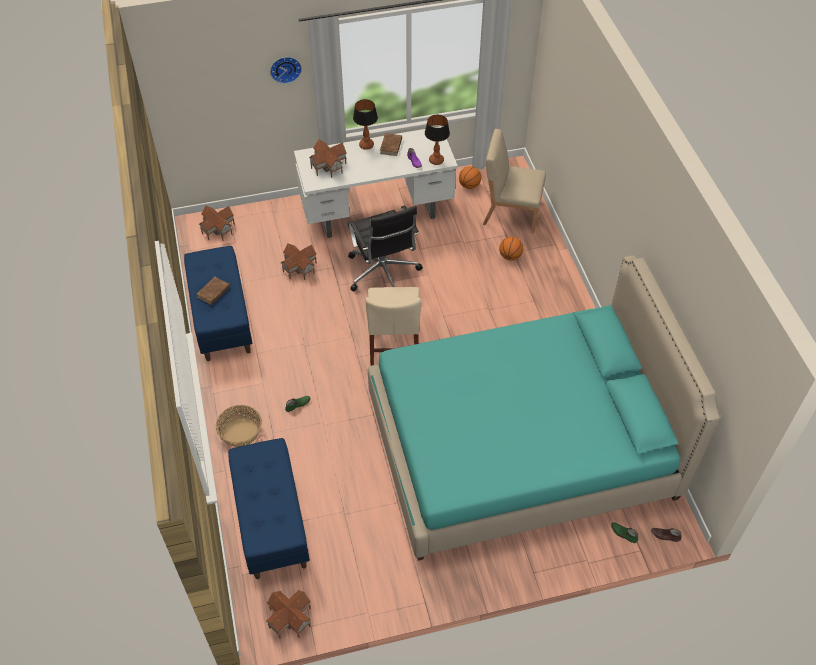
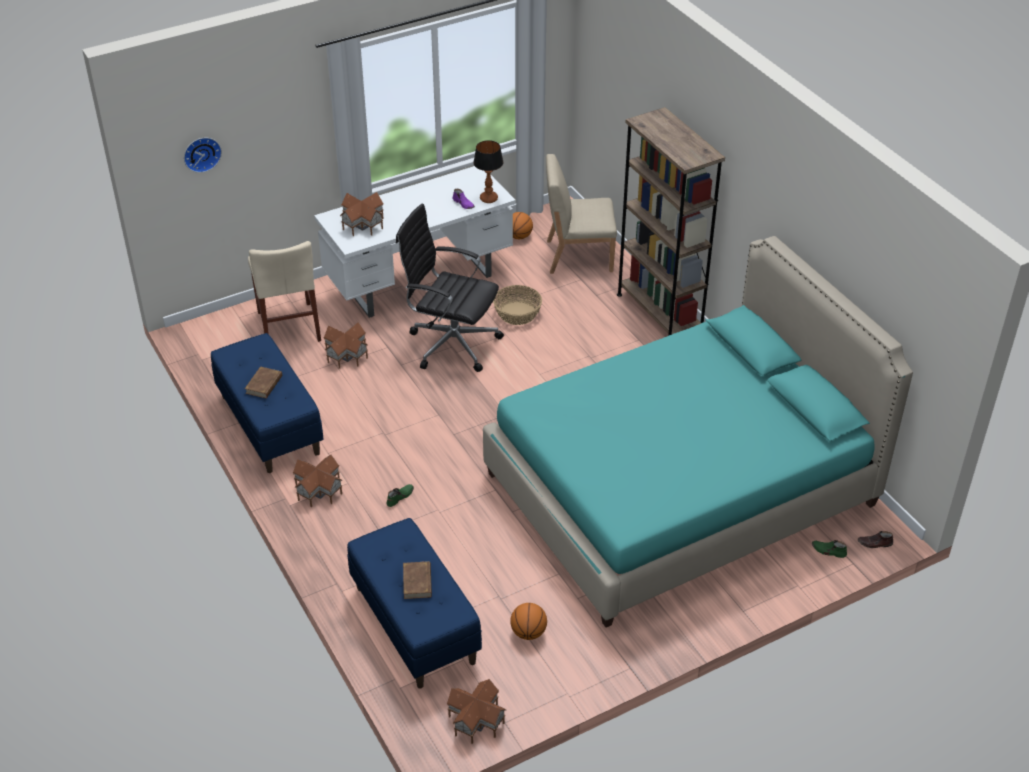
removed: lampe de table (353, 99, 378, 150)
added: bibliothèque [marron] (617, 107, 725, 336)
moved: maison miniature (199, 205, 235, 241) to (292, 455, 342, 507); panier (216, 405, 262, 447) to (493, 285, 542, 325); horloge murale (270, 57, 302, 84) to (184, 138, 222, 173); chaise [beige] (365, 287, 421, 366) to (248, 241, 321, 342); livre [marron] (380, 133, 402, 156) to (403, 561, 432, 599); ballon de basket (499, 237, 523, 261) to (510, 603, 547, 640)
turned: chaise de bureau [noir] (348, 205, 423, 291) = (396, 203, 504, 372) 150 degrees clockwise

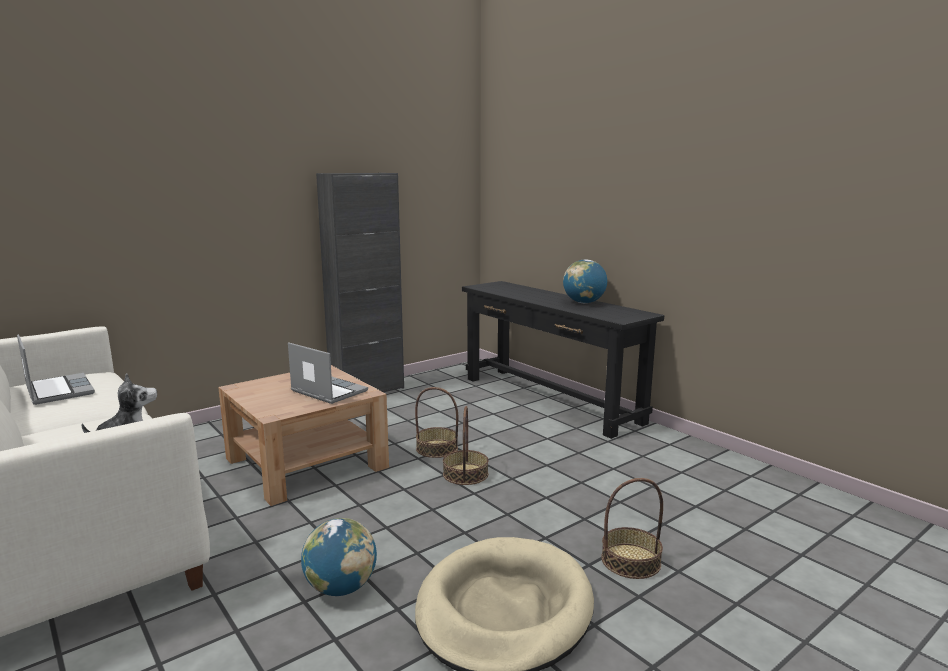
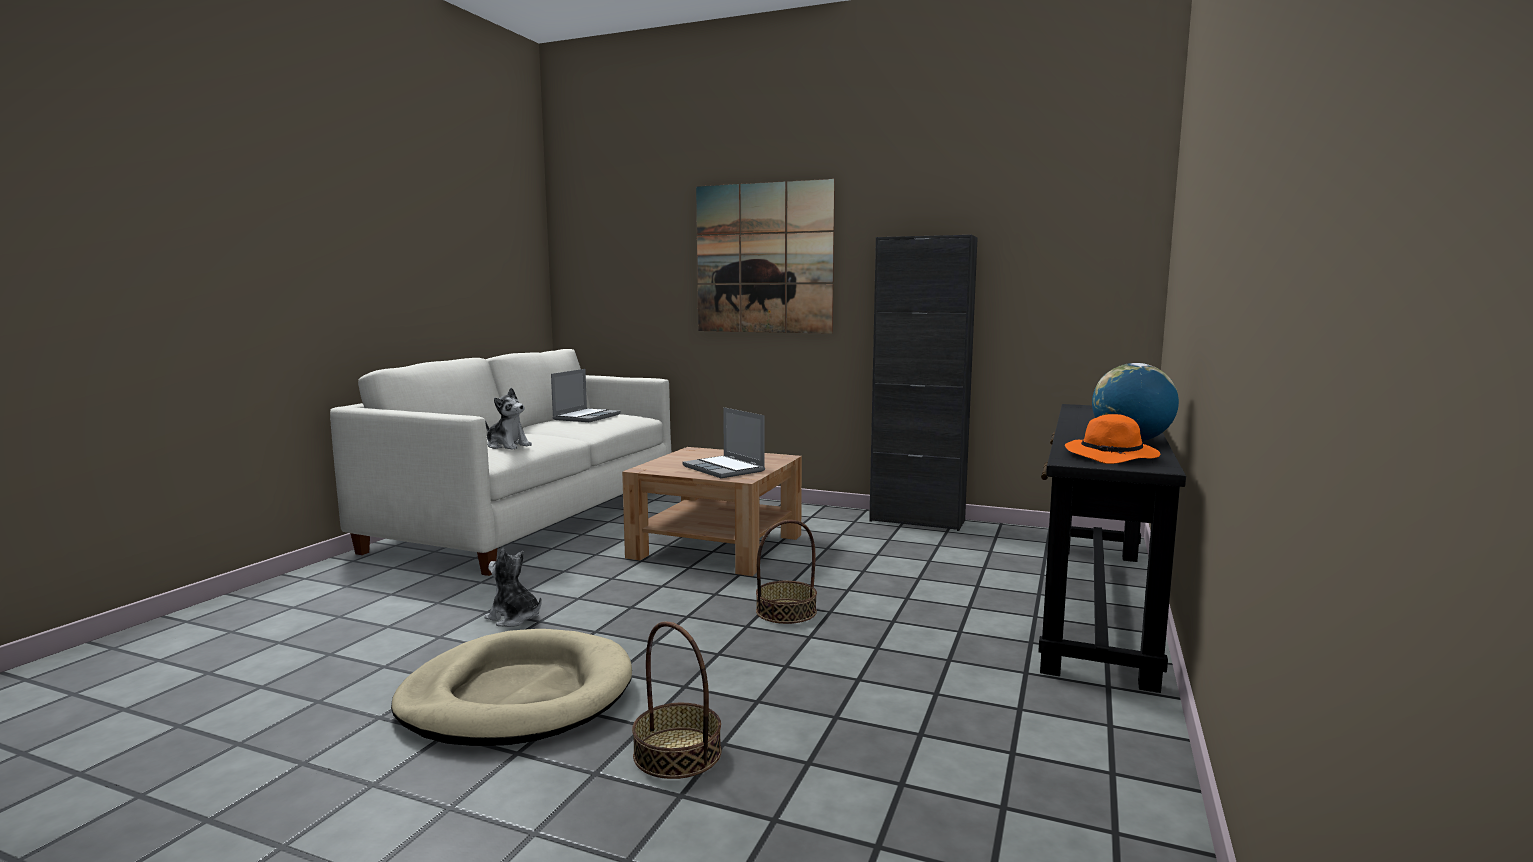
removed: panier (415, 387, 458, 458)
added: tableau (696, 179, 835, 334); chapeau [orange] (1065, 414, 1160, 464)
replaced: globe (301, 518, 377, 596) to peluche (485, 549, 542, 627)
turned: ordinateur portable (288, 342, 368, 404) = (683, 407, 765, 478) 135 degrees clockwise

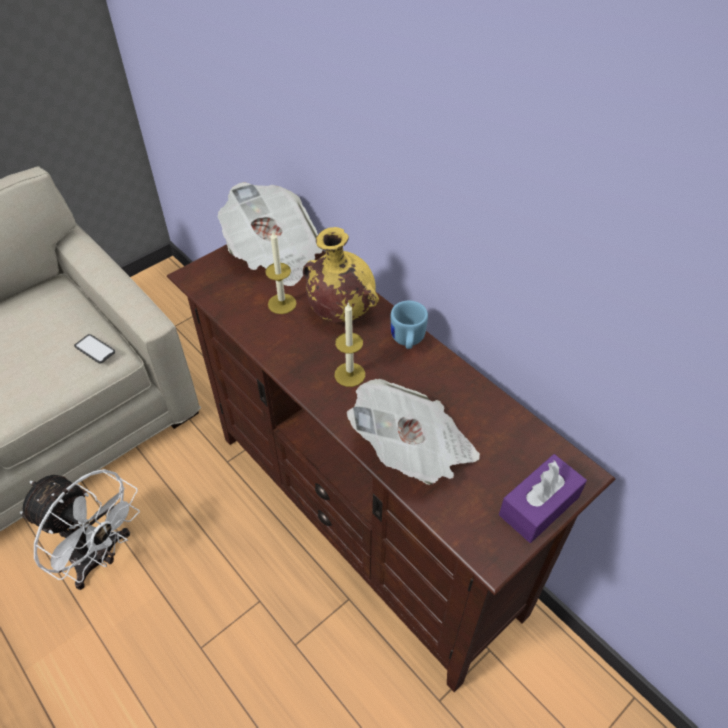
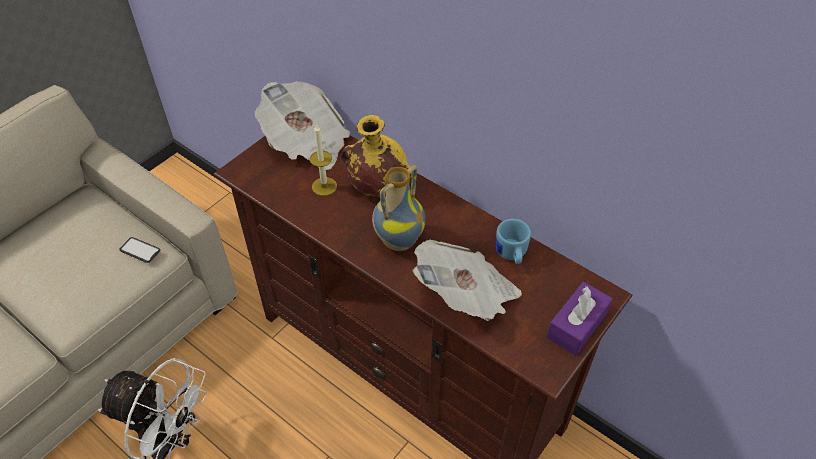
moved: mug [bleu] (391, 301, 428, 349) to (496, 219, 531, 264)
replaced: bougie (335, 303, 365, 387) to vase (372, 165, 426, 251)

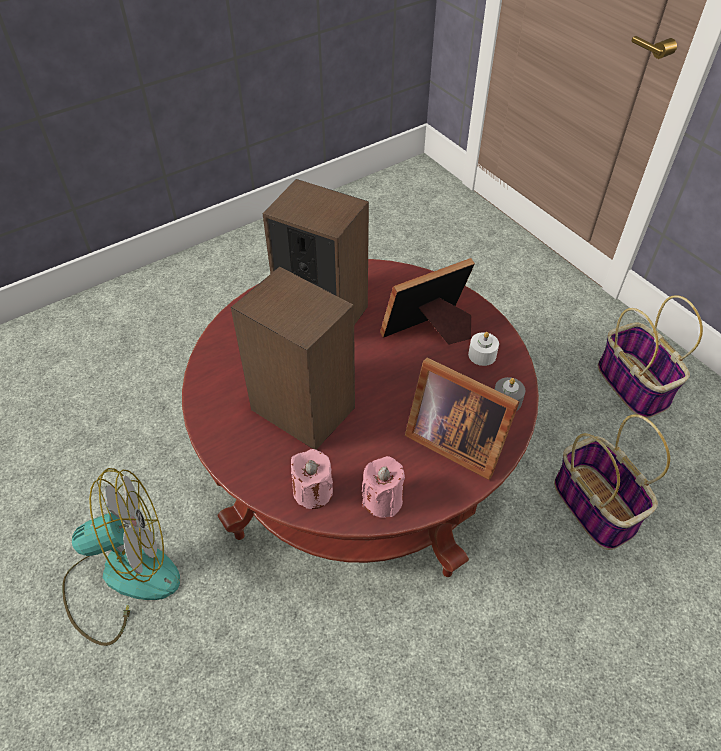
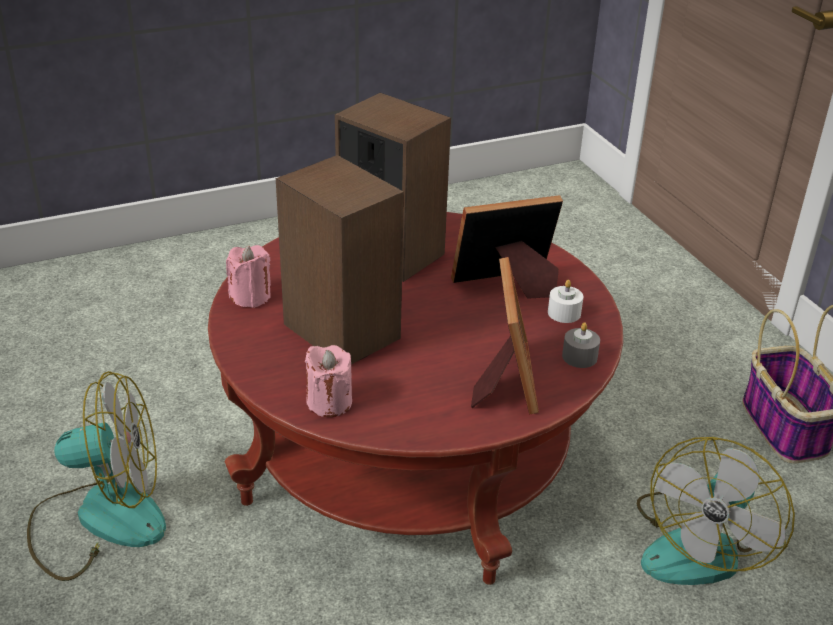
moved: bougie [rose] (362, 456, 405, 518) to (226, 245, 271, 308)
replaced: panier (554, 414, 670, 550) to ventilateur (637, 437, 795, 585)
turned: cadre photo (405, 358, 519, 480) = (471, 257, 539, 414) 135 degrees counterclockwise

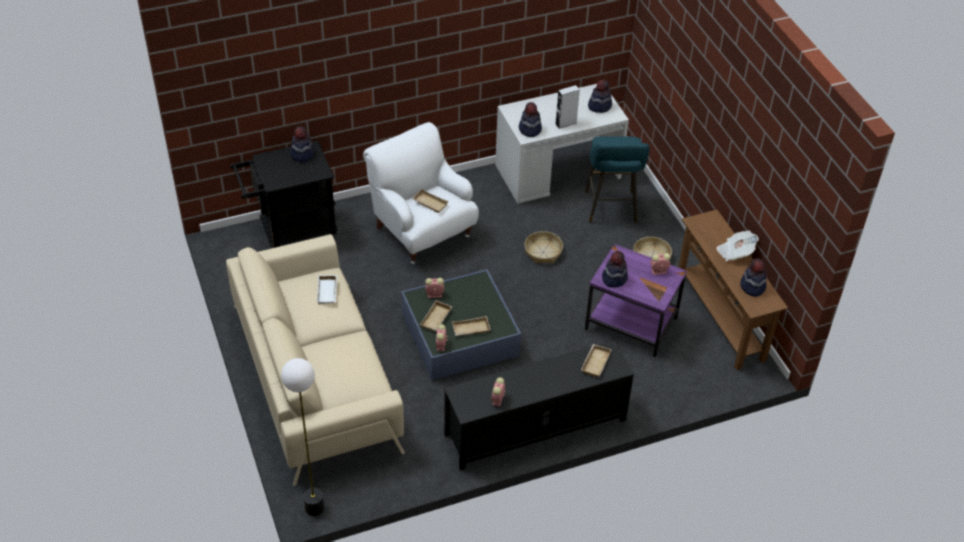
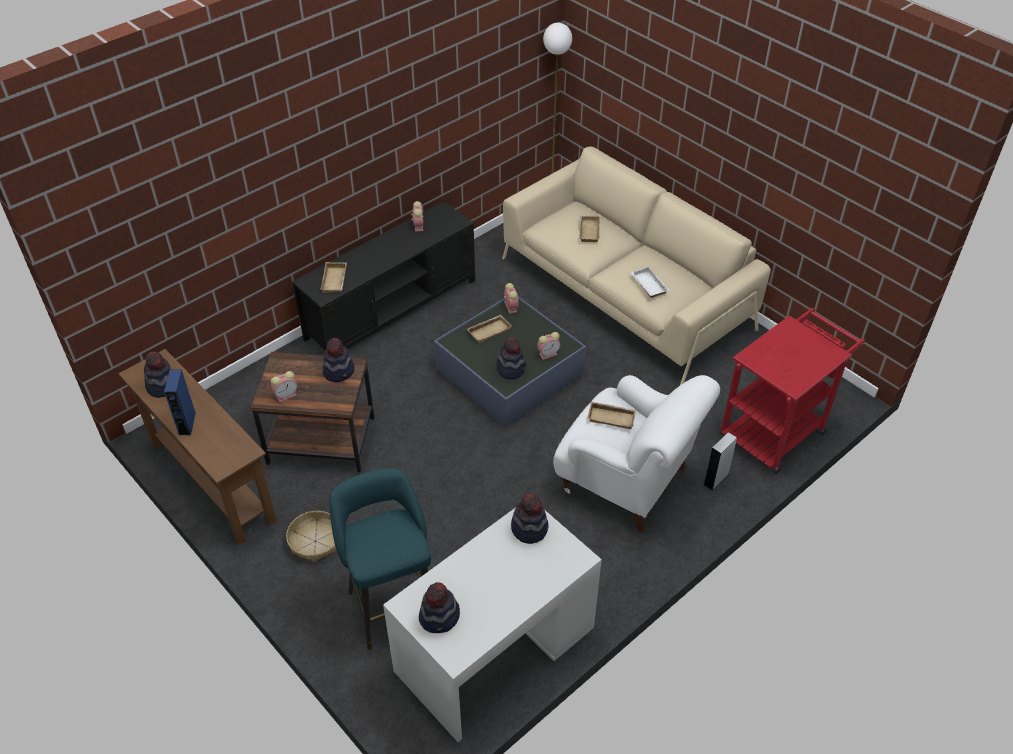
removed: panier (525, 231, 563, 264)
moved: chapeau (290, 126, 314, 162) to (496, 337, 526, 379); plateau [beige] (420, 300, 452, 331) to (579, 216, 600, 242); enceinte [gris] (555, 85, 580, 129) to (704, 432, 737, 491)
replaced: journal (716, 230, 759, 261) to enceinte [bleu] (164, 369, 196, 436)
recoloured: chariot [noir] (230, 141, 338, 248) to chariot [rouge] (720, 308, 865, 474); table d'appoint [violet] (585, 244, 687, 357) to table d'appoint [marron] (251, 352, 374, 472)

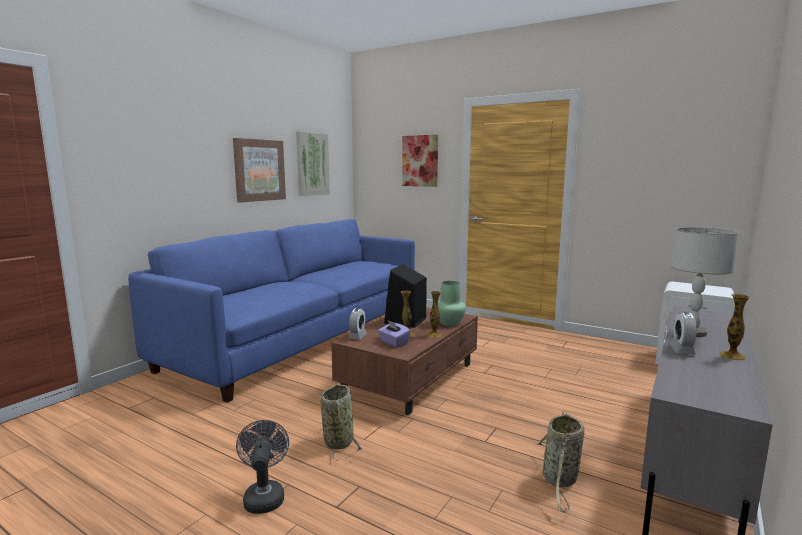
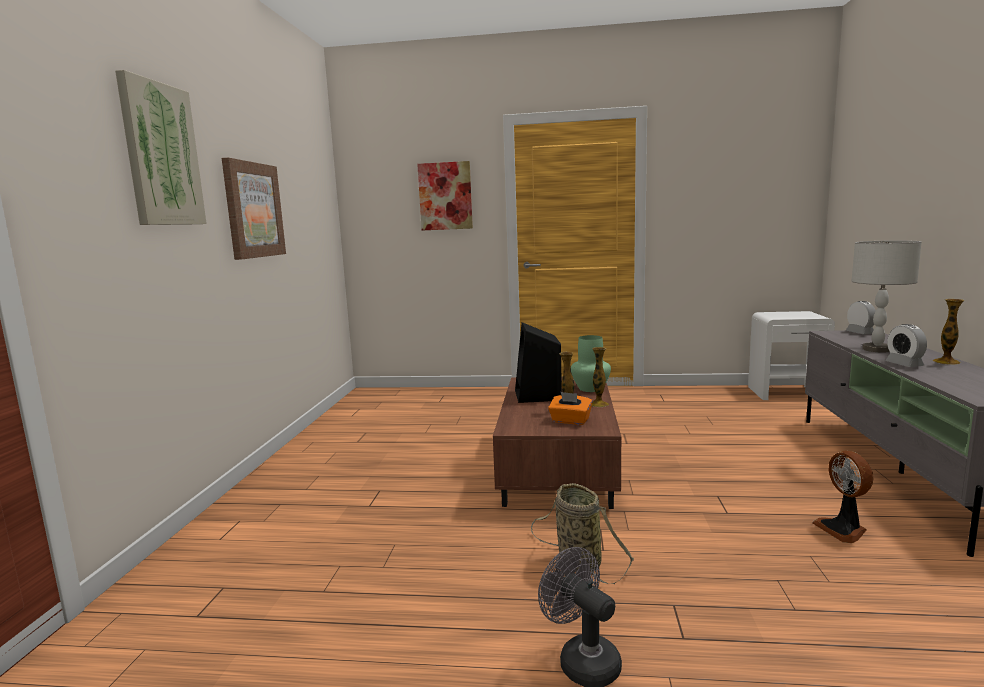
removed: canapé [bleu] (128, 219, 415, 403)
moved: tableau (296, 131, 330, 196) to (115, 70, 207, 225); réveil (348, 308, 367, 339) to (846, 301, 876, 334)
replaced: panier (536, 411, 584, 513) to ventilateur (812, 451, 873, 543)
recoloured: boîte à mouchoirs [violet] (378, 320, 410, 347) to boîte à mouchoirs [orange] (548, 392, 593, 425)

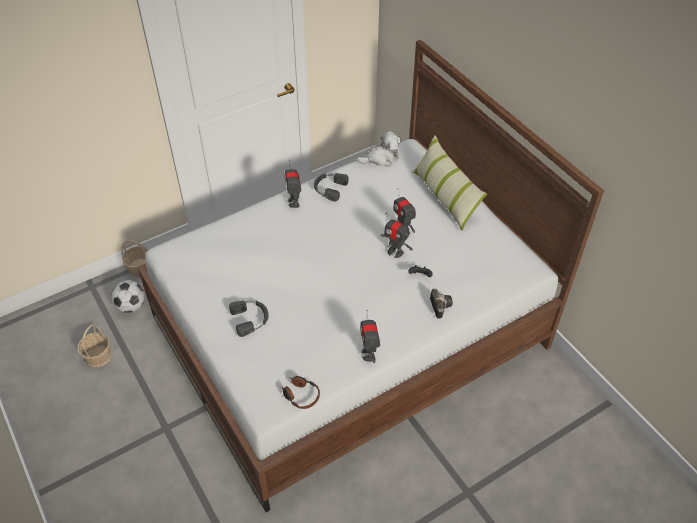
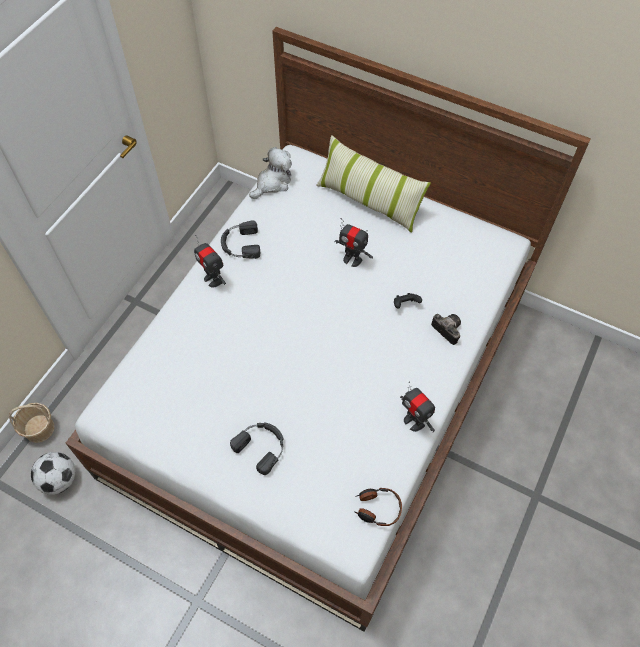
removed: panier (77, 324, 111, 367); robot jouet (380, 213, 413, 258)

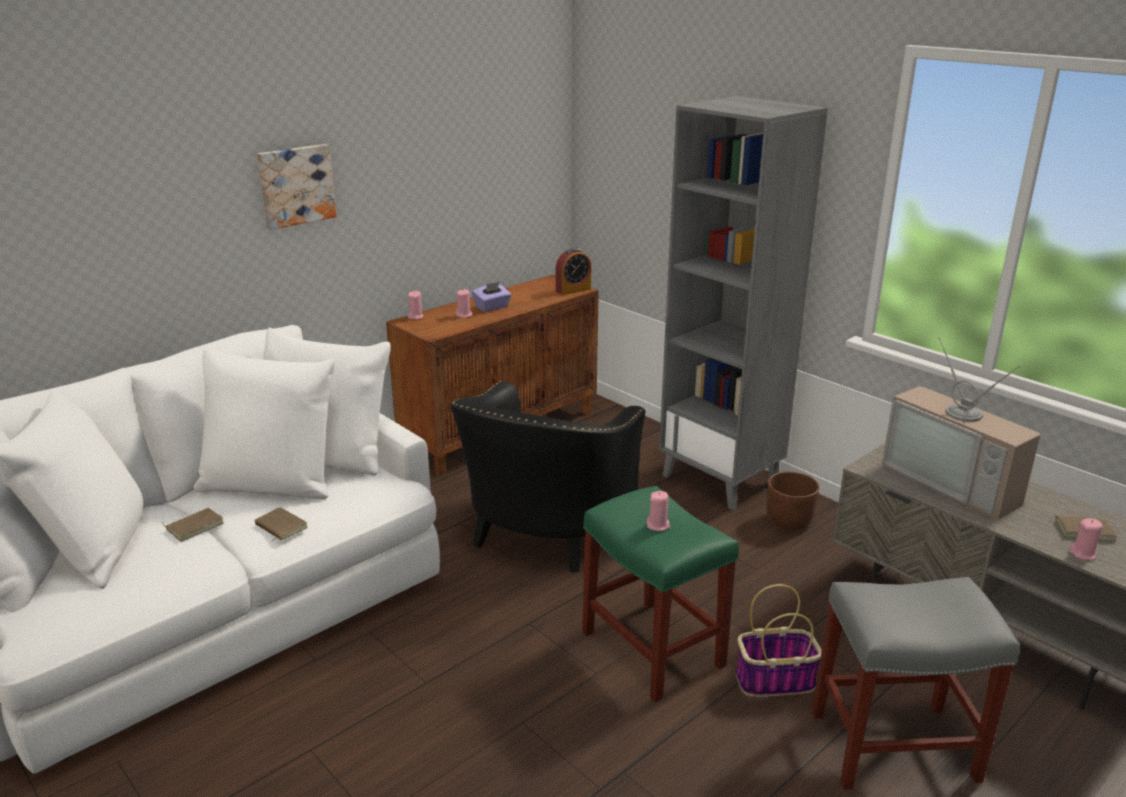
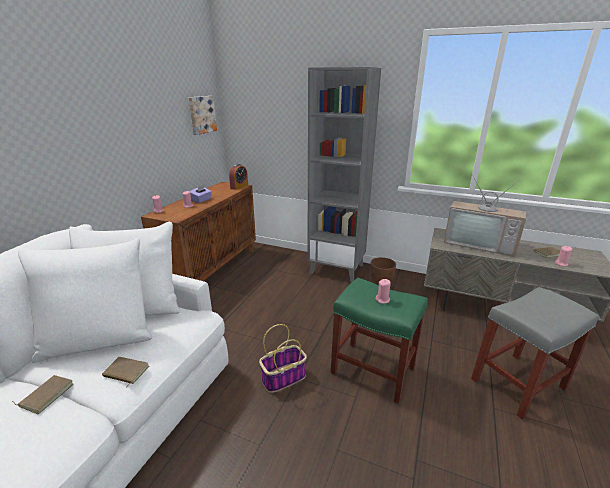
removed: fauteuil [noir] (450, 381, 645, 572)
moved: tableau (257, 144, 337, 230) to (189, 96, 217, 135); panier (736, 584, 822, 697) to (259, 324, 307, 393)

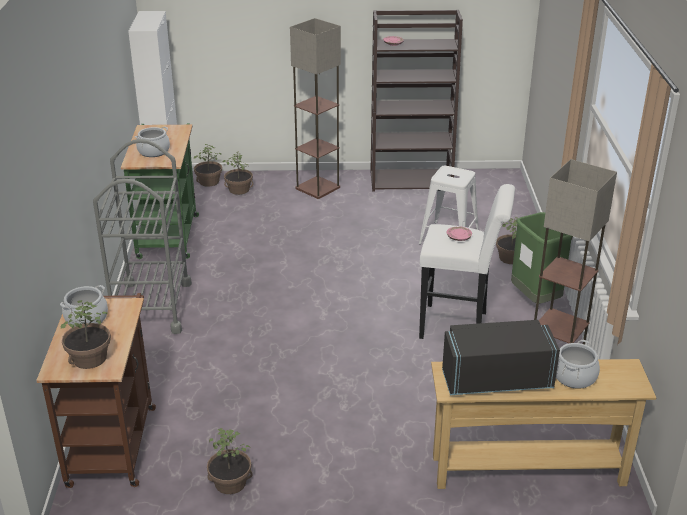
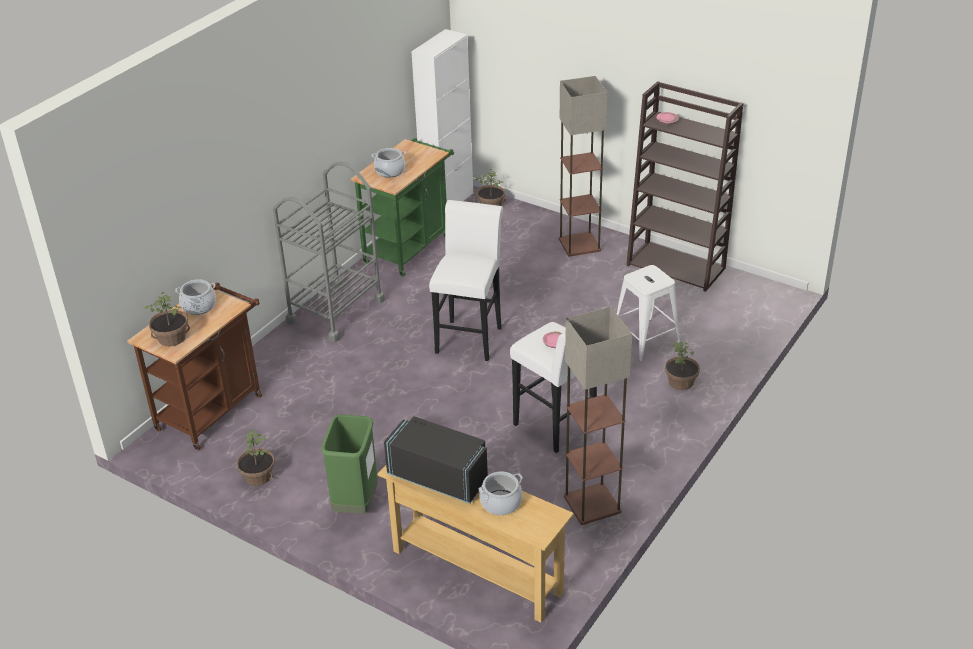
removed: plante en pot (223, 151, 253, 195)
added: tabouret [blanc] (429, 200, 503, 361)
moved: poubelle [vert] (511, 212, 572, 304) to (321, 414, 378, 514)

